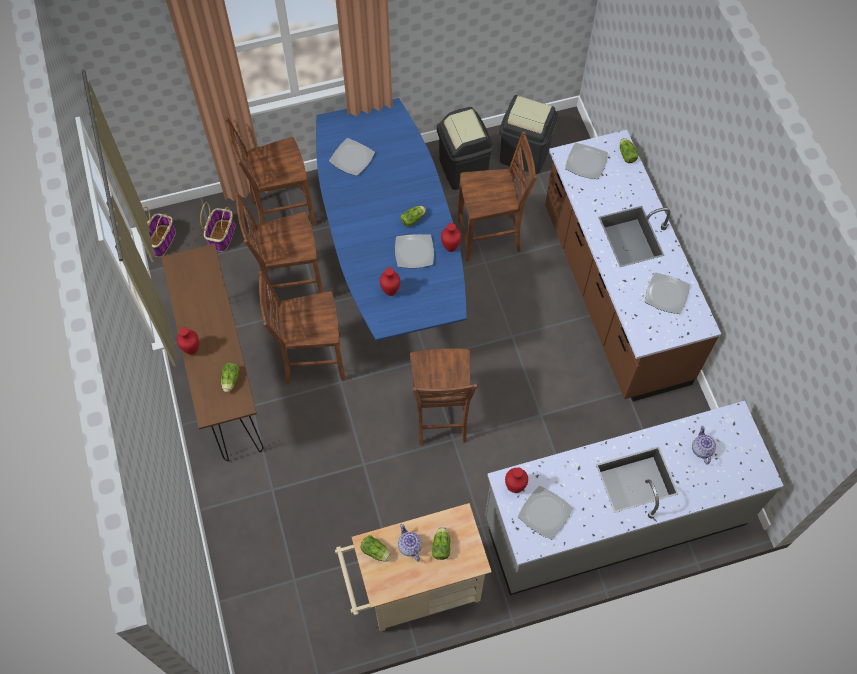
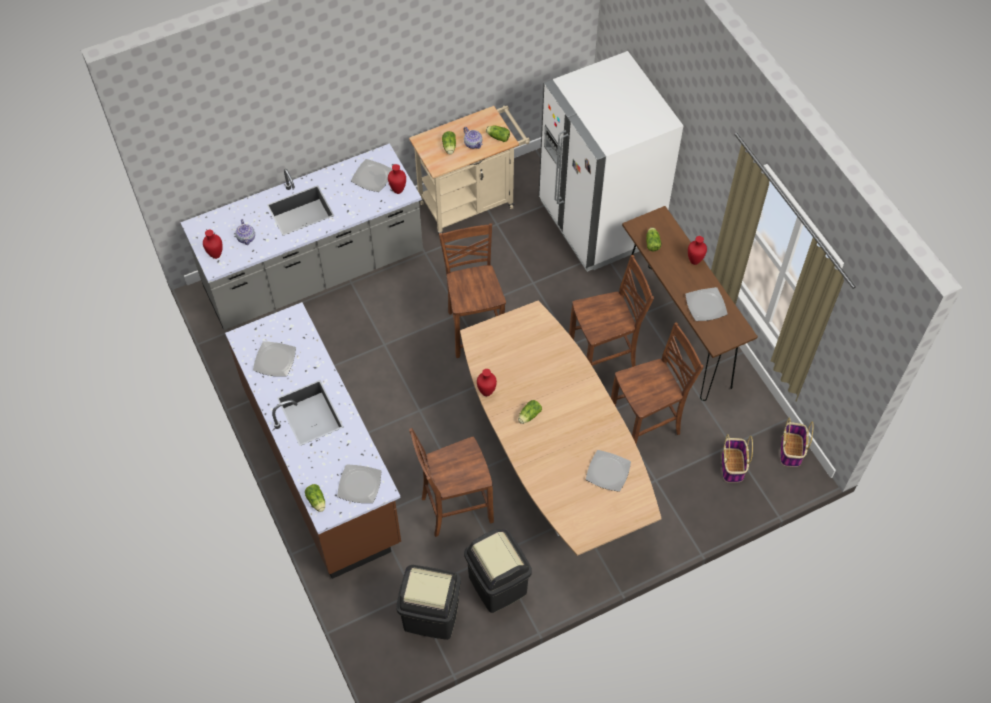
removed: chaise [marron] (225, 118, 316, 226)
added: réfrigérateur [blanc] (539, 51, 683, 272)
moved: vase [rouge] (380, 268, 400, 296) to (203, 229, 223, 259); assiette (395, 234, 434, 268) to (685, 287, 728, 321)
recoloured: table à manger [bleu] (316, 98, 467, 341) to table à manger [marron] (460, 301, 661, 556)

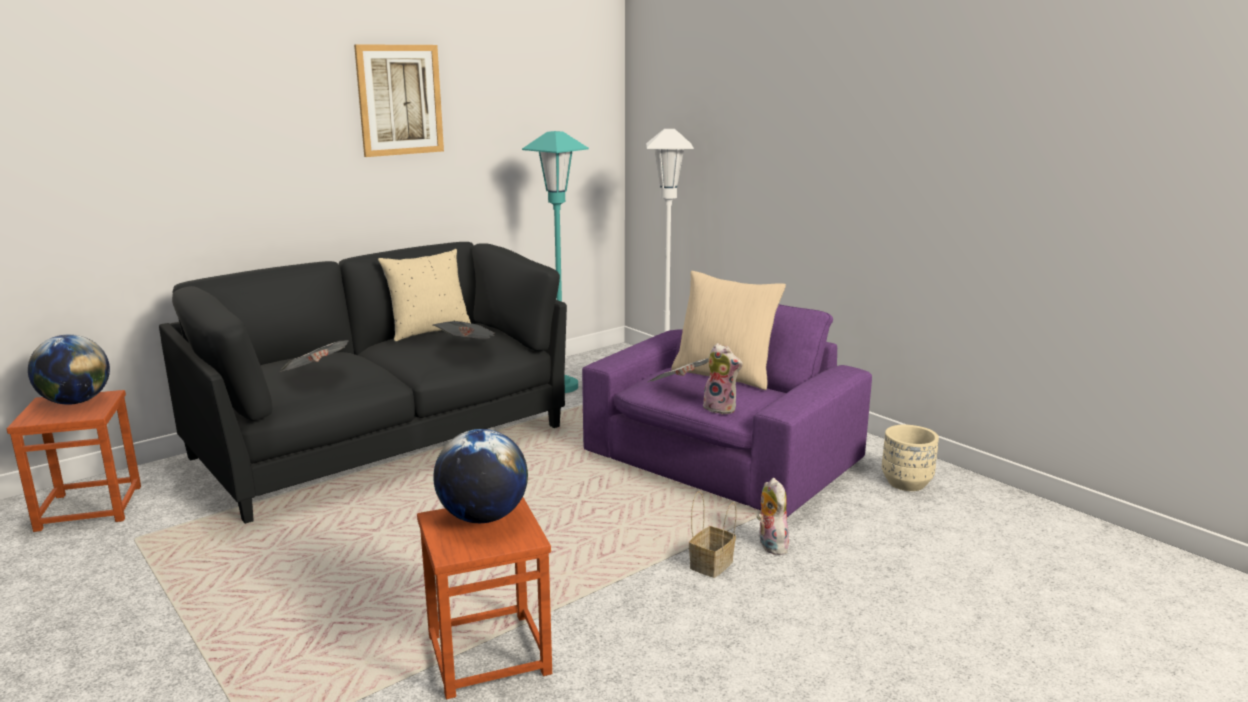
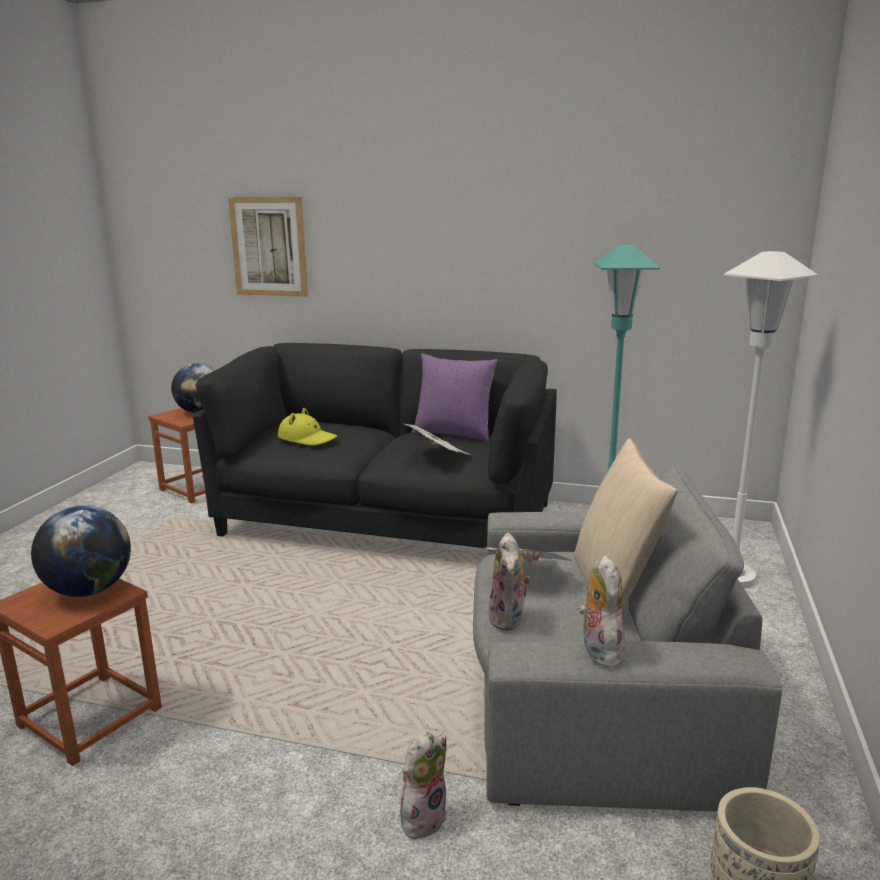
removed: panier (689, 491, 737, 578)
added: peluche (579, 555, 625, 667)
moved: tableau (354, 44, 444, 157) to (228, 197, 308, 297)
replaced: journal (279, 340, 349, 372) to chapeau [jaune] (278, 408, 337, 445)
recoloured: coussin [beige] (378, 249, 471, 341) to coussin [violet] (412, 353, 498, 442); fauteuil [violet] (582, 304, 872, 517) to fauteuil [gris] (473, 467, 782, 812)

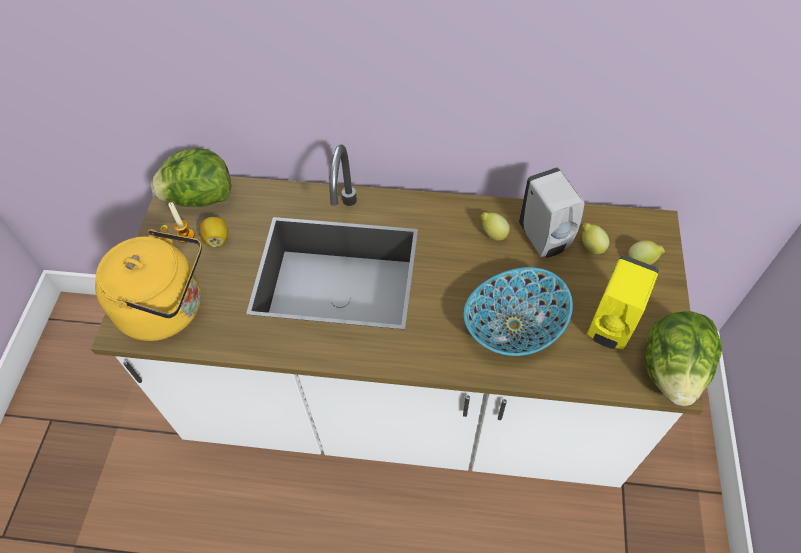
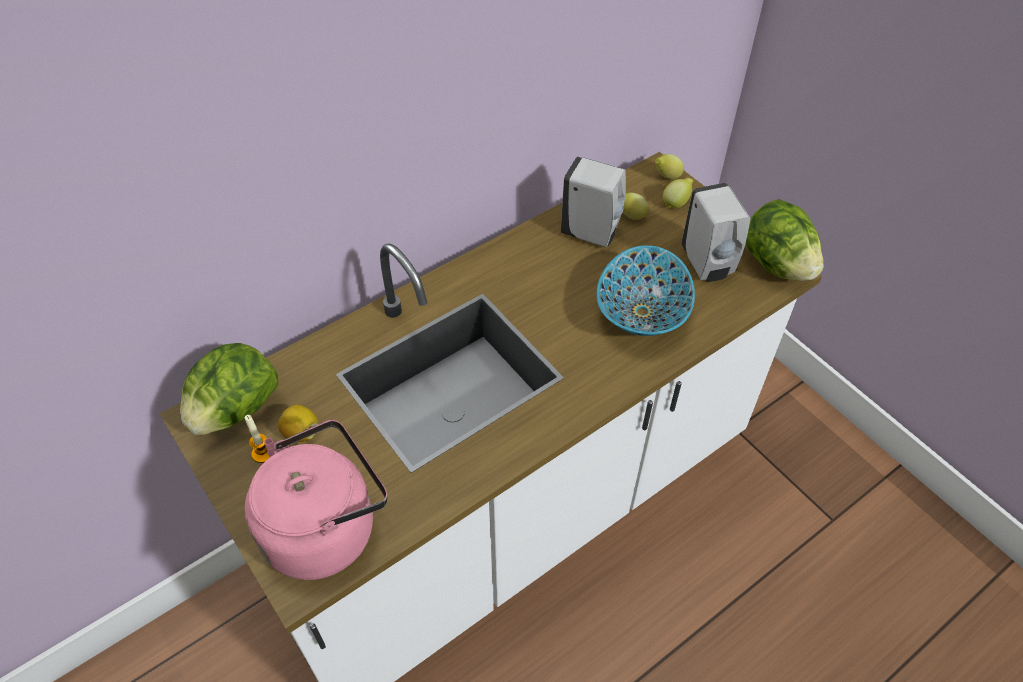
moved: citron (481, 212, 510, 241) to (655, 154, 684, 179)
recoloured: bouilloire [jaune] (95, 225, 202, 341) to bouilloire [rose] (245, 420, 388, 580); distributeur de savon [jaune] (587, 255, 659, 350) to distributeur de savon [blanc] (681, 183, 751, 282)

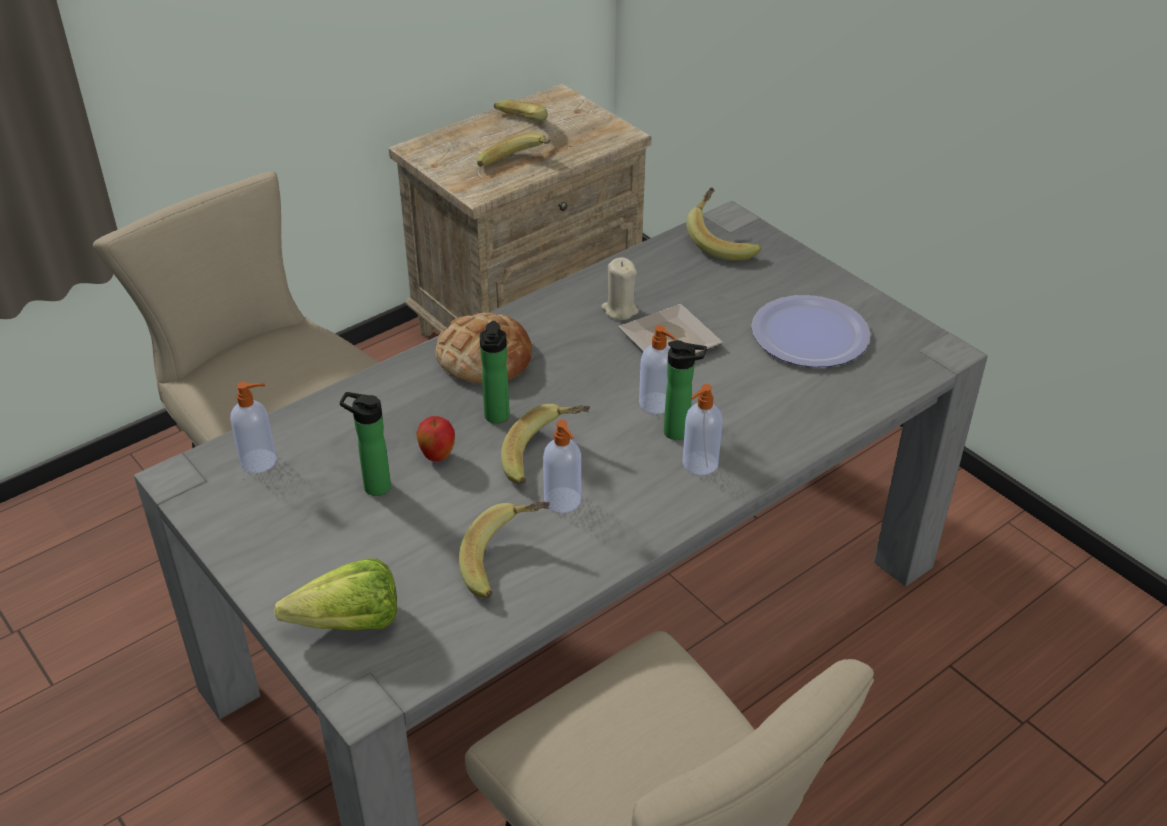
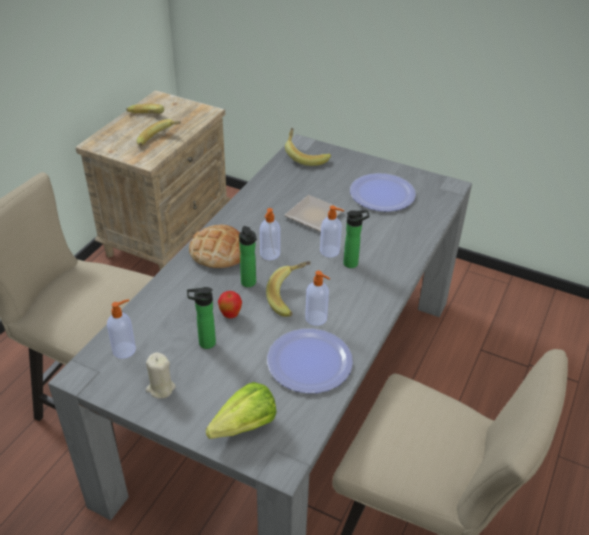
moved: bougie [beige] (601, 257, 639, 320) to (146, 352, 176, 399); distributeur de savon (682, 384, 723, 475) to (260, 208, 280, 260)
replaced: banane (459, 502, 550, 598) to assiette (267, 329, 353, 393)

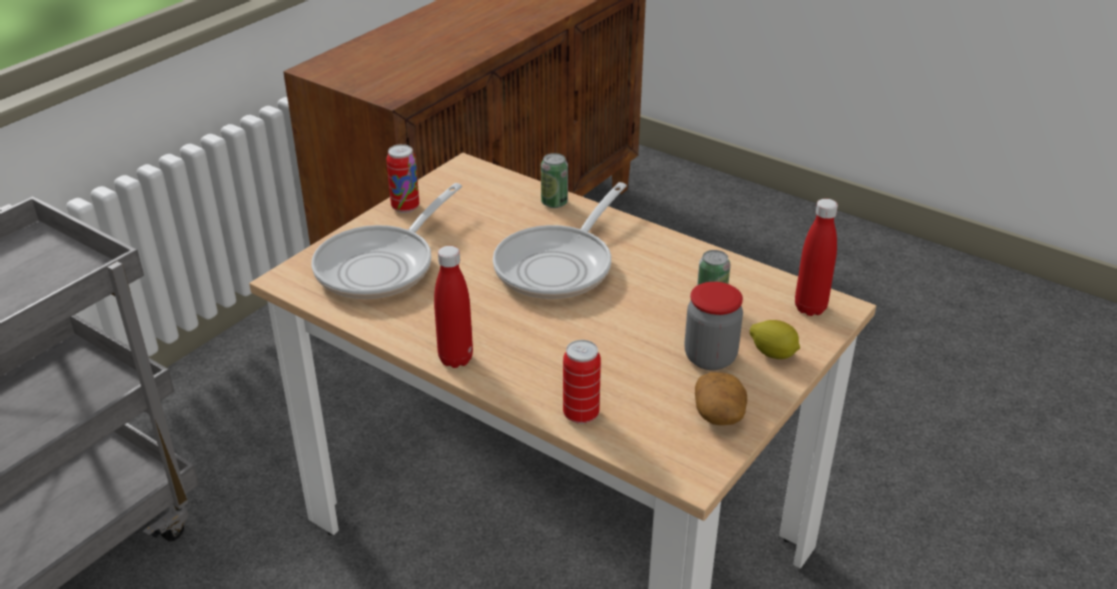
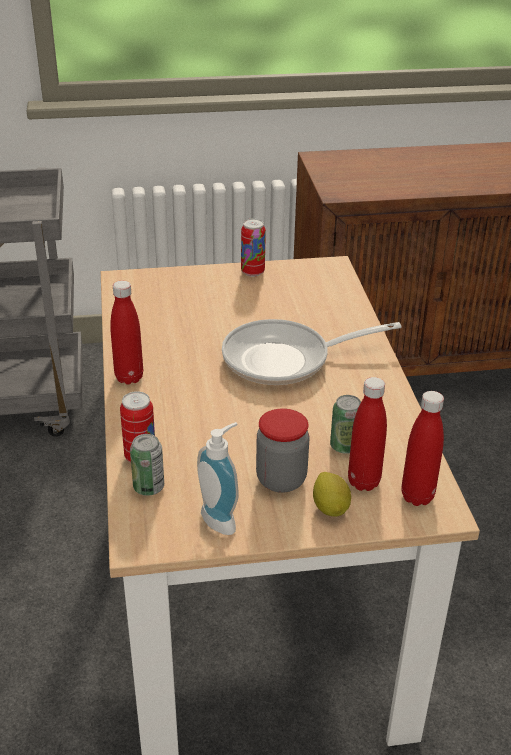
removed: poêle (311, 183, 462, 299)
added: bouteille [rouge] (348, 377, 387, 491)
moved: boîte métallique (541, 153, 568, 208) to (130, 434, 164, 496)
replaced: pomme de terre (695, 372, 747, 425) to distributeur de savon (197, 422, 239, 535)

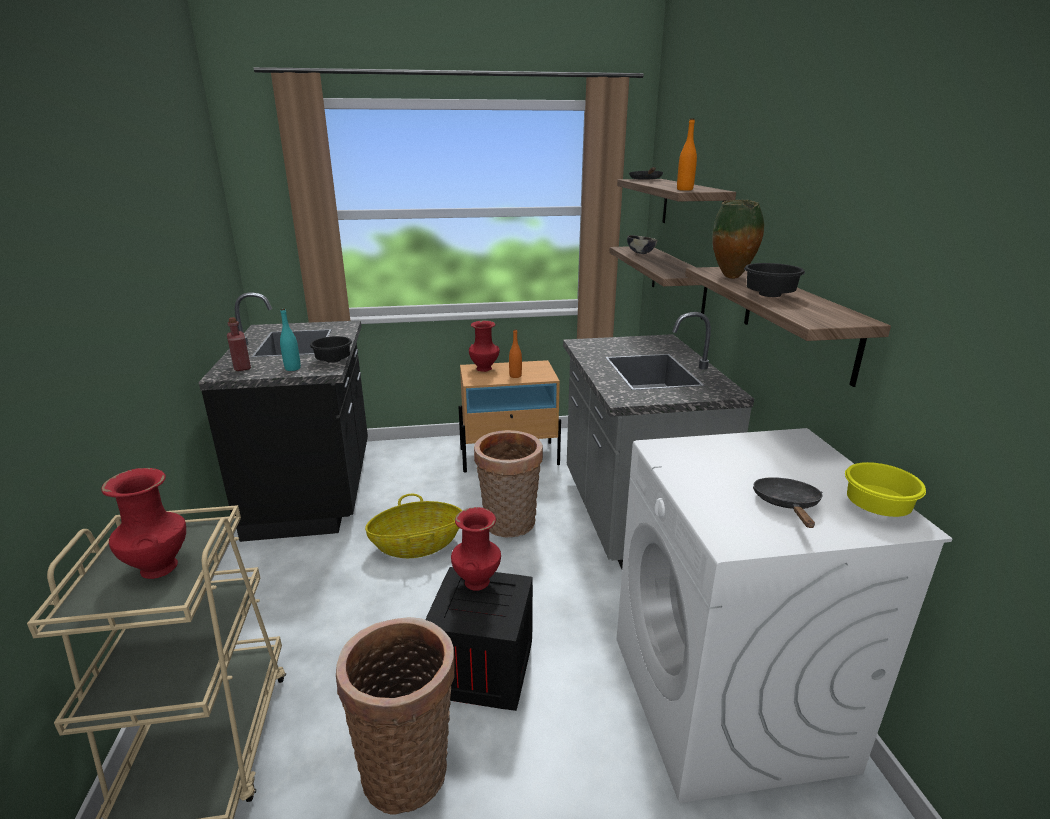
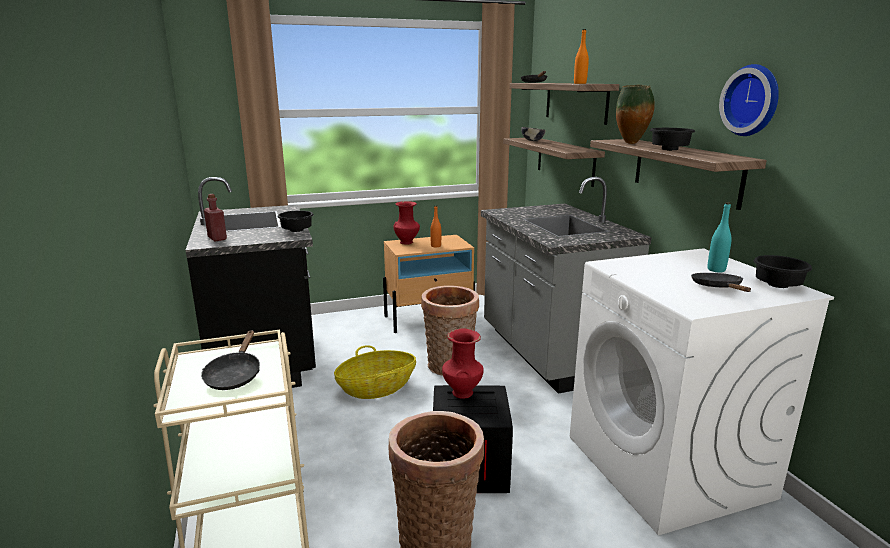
added: horloge murale (719, 64, 779, 136)
moved: bouteille [turquoise] (280, 308, 301, 371) to (708, 202, 731, 272)
replaced: vase [rouge] (101, 468, 186, 579) to poêle [noir] (201, 330, 260, 390)
recoloured: bol [jaune] (845, 462, 926, 517) to bol [noir] (754, 255, 812, 288)

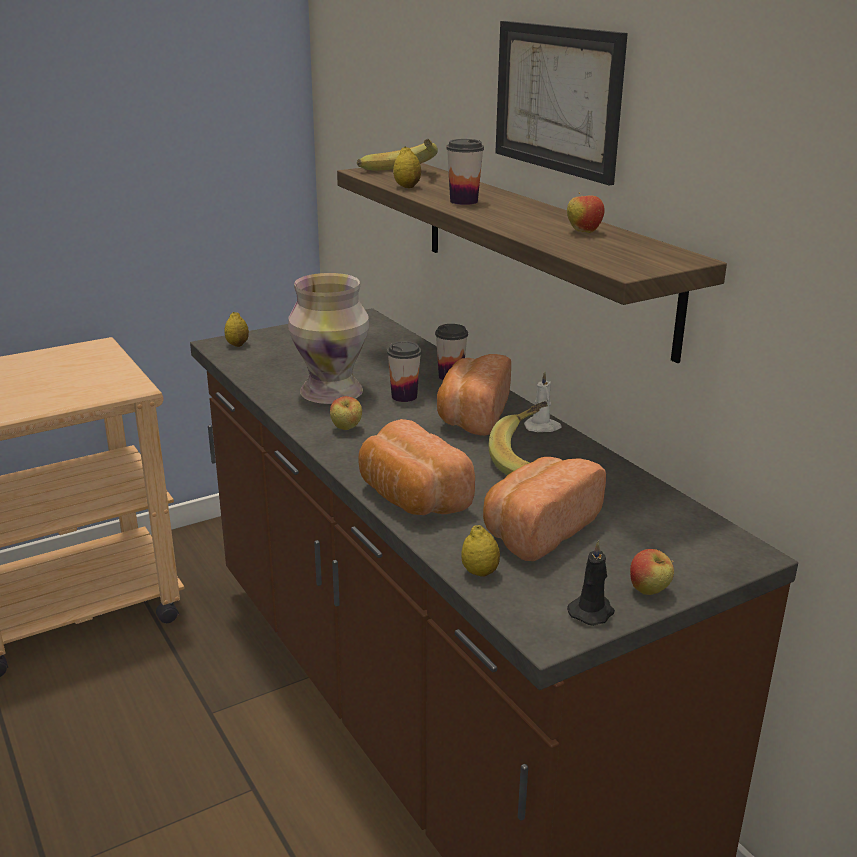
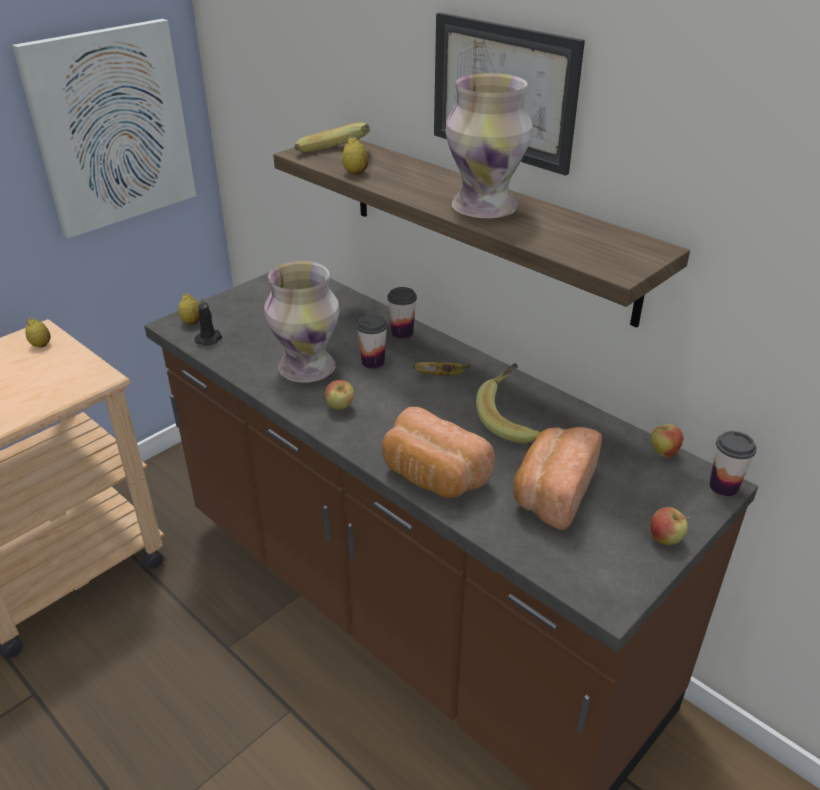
removed: bougie [blanc] (524, 371, 561, 432)
added: tableau (12, 19, 196, 238); vase (445, 73, 533, 218)
moved: tasse (446, 139, 484, 205) to (709, 431, 757, 496); citron (461, 525, 500, 577) to (26, 318, 51, 347); pomme (567, 193, 605, 233) to (650, 422, 684, 458); bougie [noir] (567, 540, 615, 626) to (195, 297, 222, 346)
replaced: pain (437, 354, 511, 436) to banane (413, 362, 471, 375)

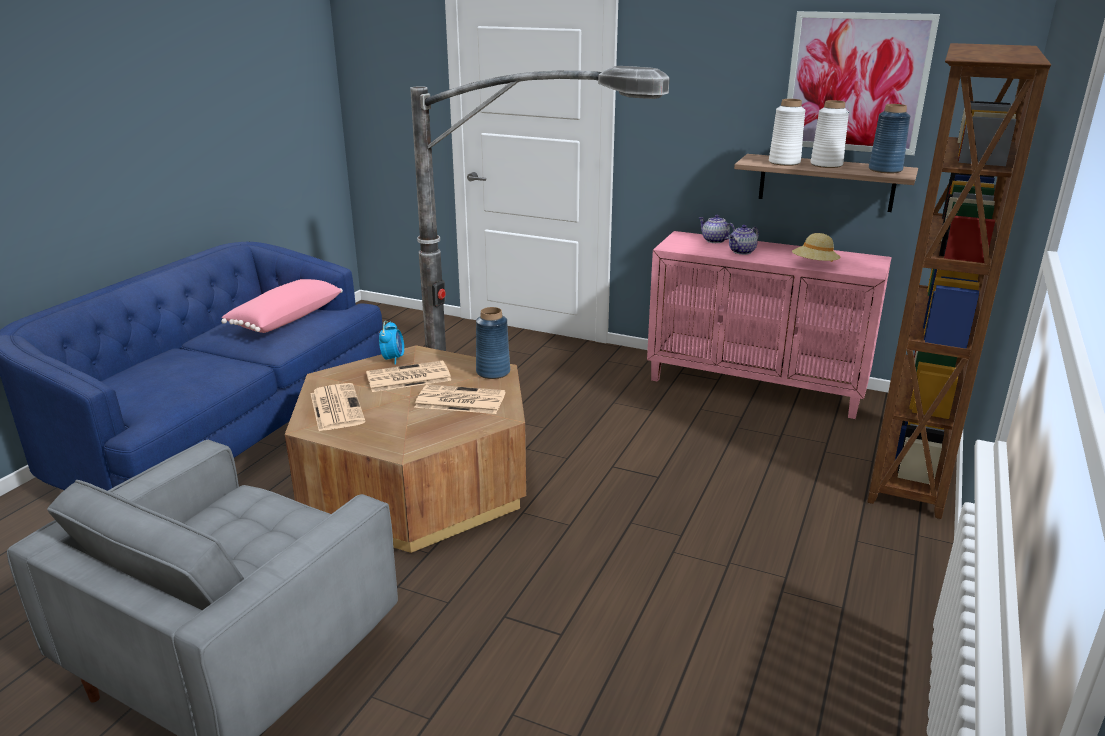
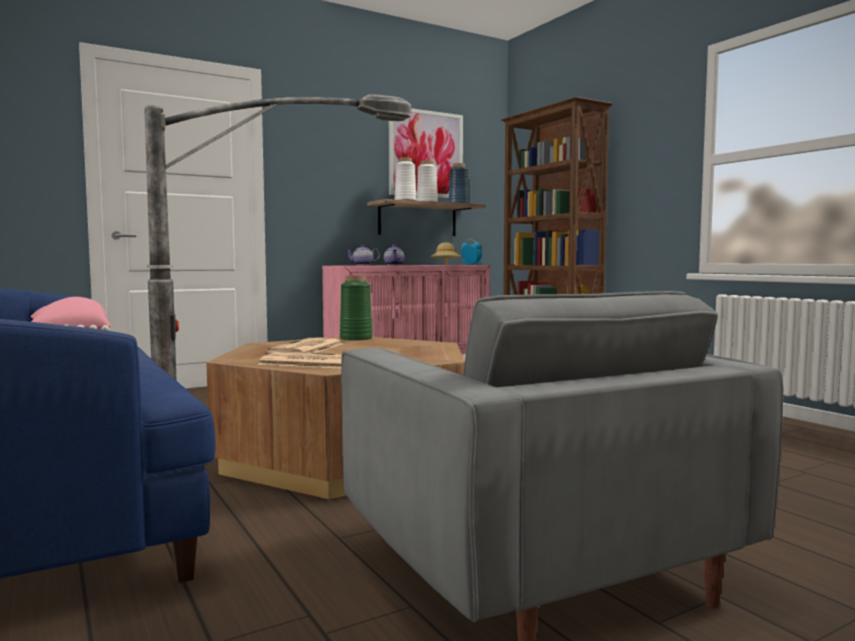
removed: journal (414, 384, 506, 414)
moved: réveil (379, 321, 404, 365) to (461, 239, 482, 265)
recoloured: vase [bleu] (476, 307, 510, 379) to vase [vert] (340, 275, 373, 341)

